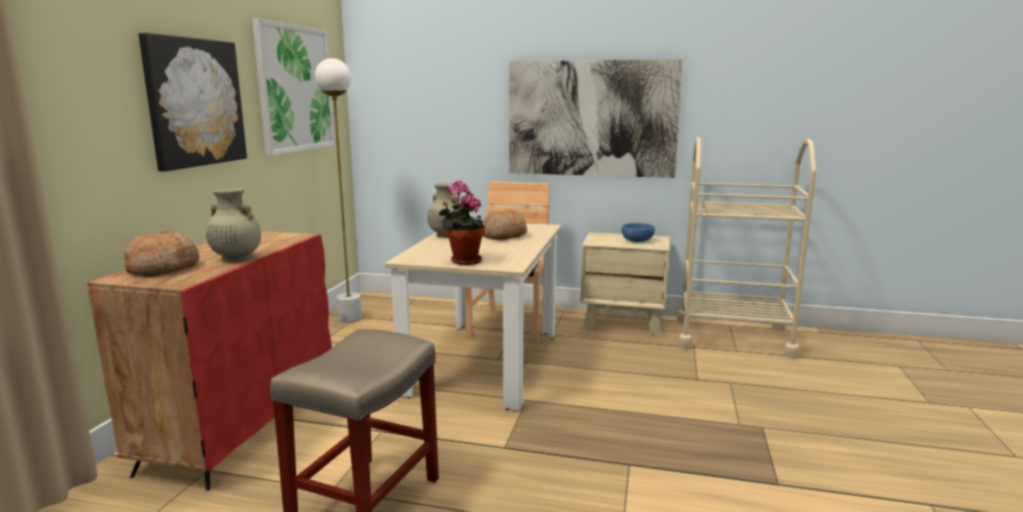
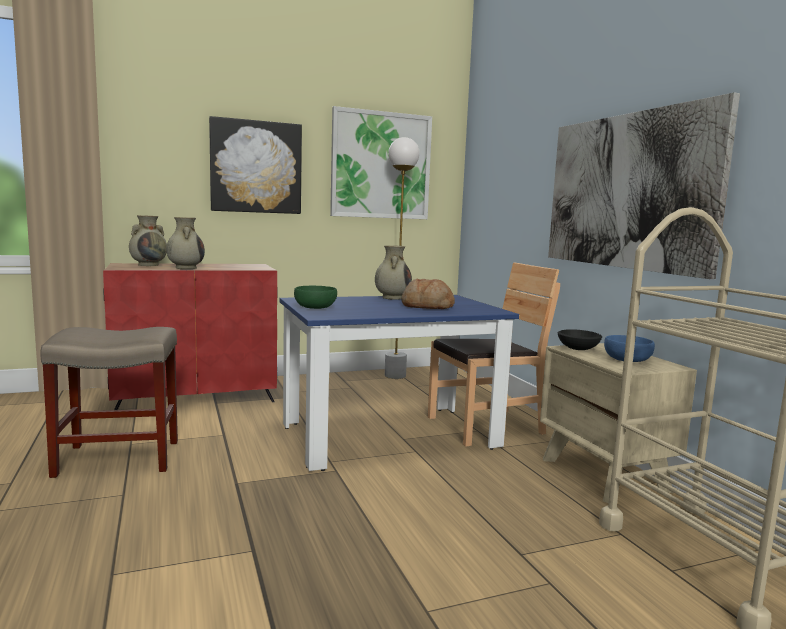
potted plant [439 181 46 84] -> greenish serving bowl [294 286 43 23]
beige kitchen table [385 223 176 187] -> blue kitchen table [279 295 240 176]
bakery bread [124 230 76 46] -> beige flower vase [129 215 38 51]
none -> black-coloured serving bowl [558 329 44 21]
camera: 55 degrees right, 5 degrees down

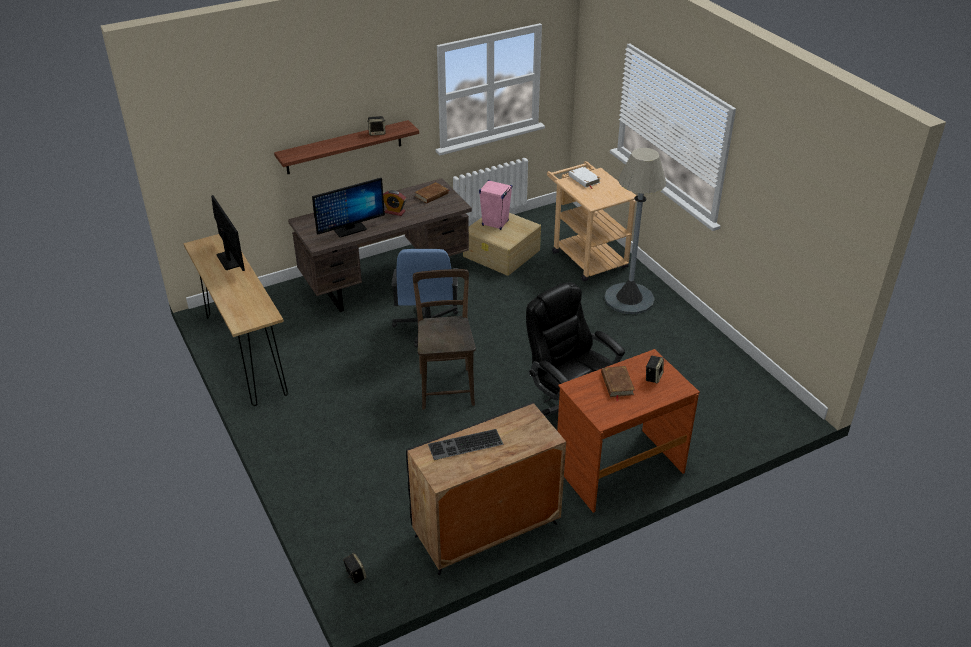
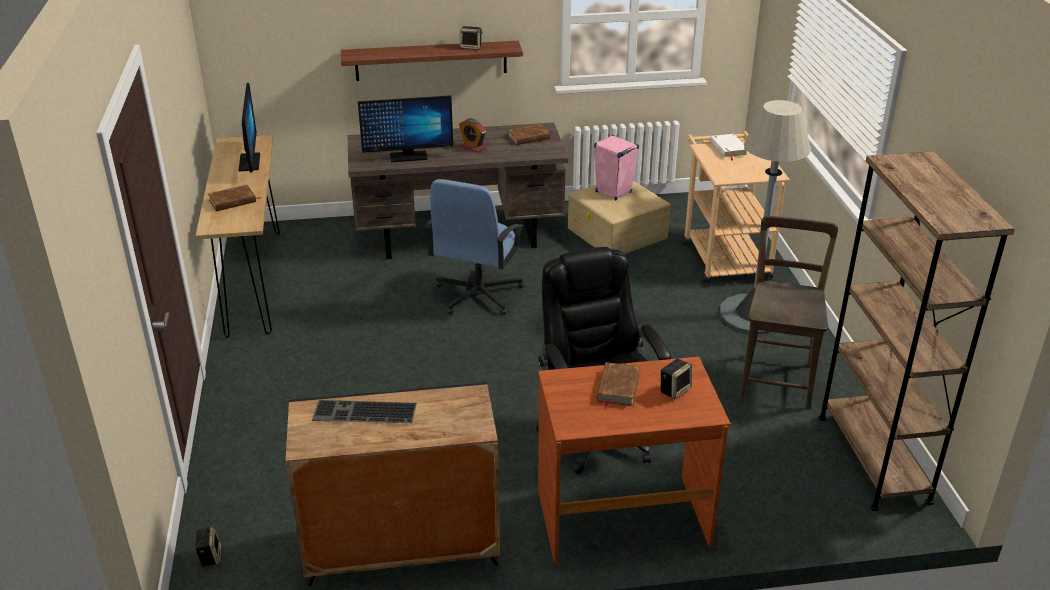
brown-coloured upright chair [413 269 63 141] -> brown-coloured upright chair [739 216 99 193], relocated
none -> brown-coloured bookcase [819 151 196 360]
none -> brown-coloured book [208 185 53 26]
camera: 20 degrees right, 5 degrees down

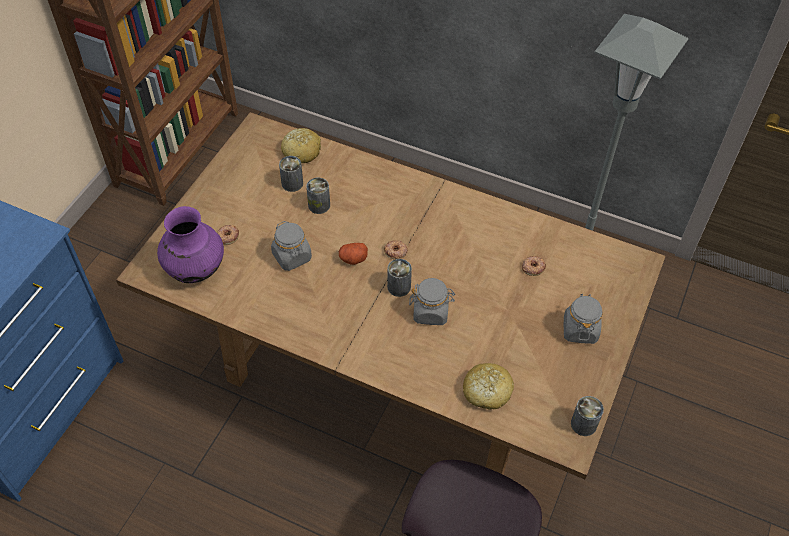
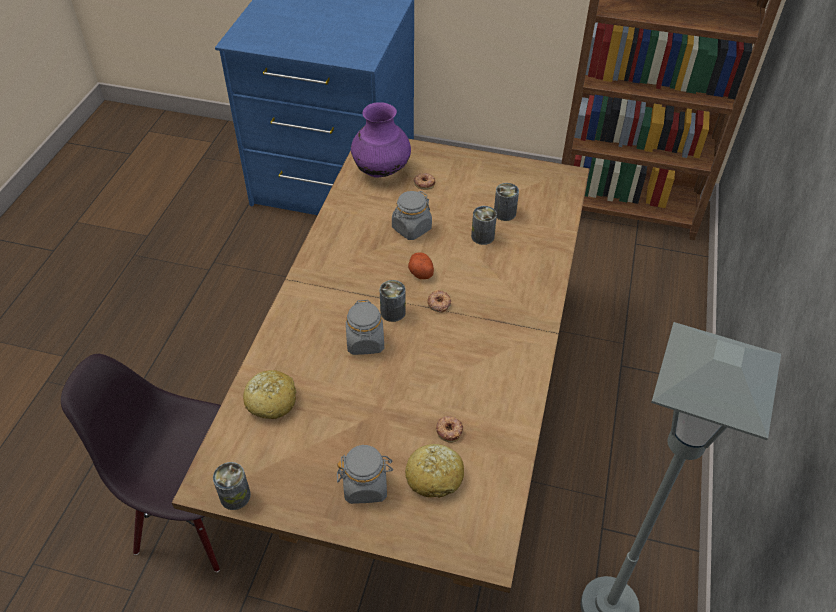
bakery bread [281 128 40 35] -> bakery bread [405 444 59 54], relocated
camera: 80 degrees right, 5 degrees down

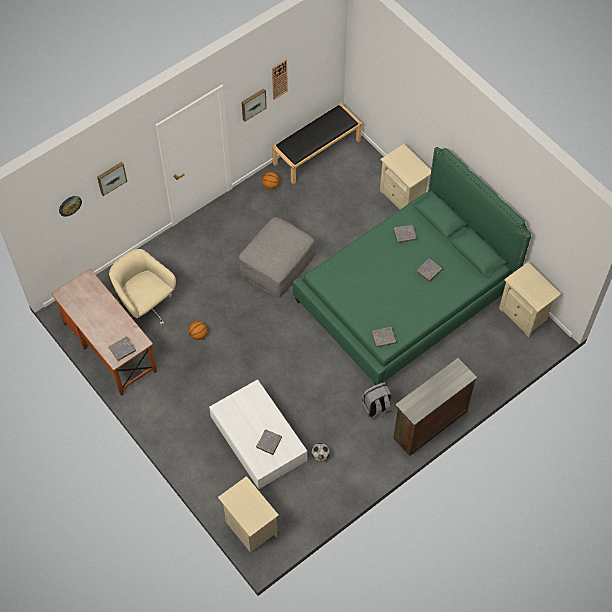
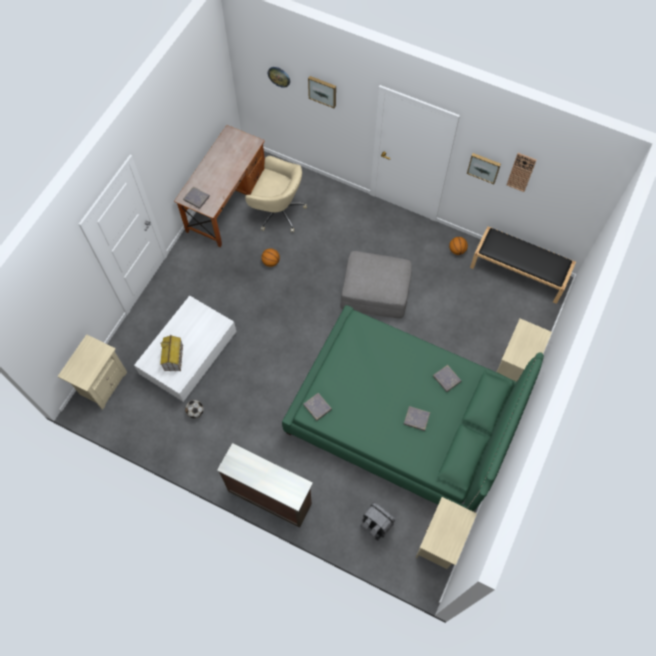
beige office chair [109 249 67 77] -> beige office chair [245 156 62 76], 90 degrees clockwise
greyish backpack [362 382 30 37] -> greyish backpack [360 502 35 39], relocated
greyish book [256 429 26 26] -> model house [160 335 23 36]
camera: 65 degrees right, 5 degrees up

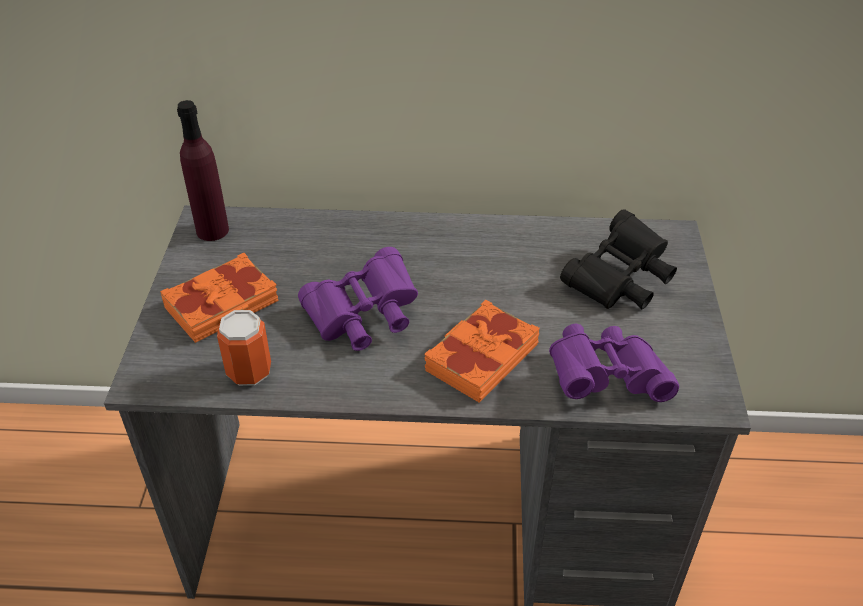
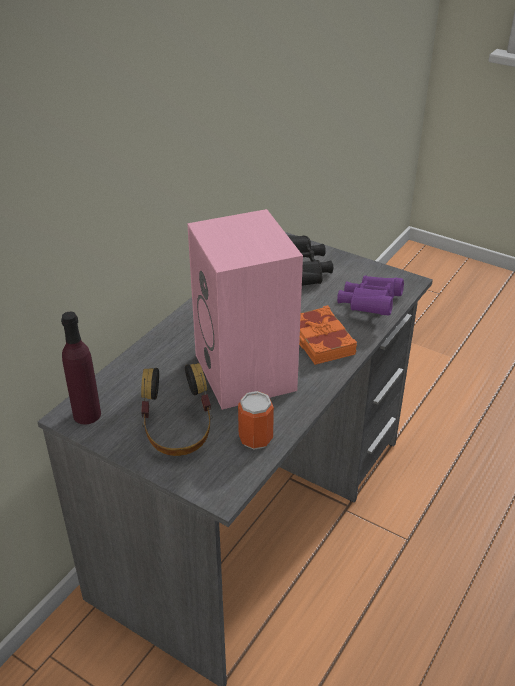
purple pair of binoculars [298 247 120 104] -> pinkish loudspeaker [187 209 116 201]
orangey book [160 253 119 90] -> pair of headphones [141 363 71 93]
camera: 60 degrees left, 5 degrees down

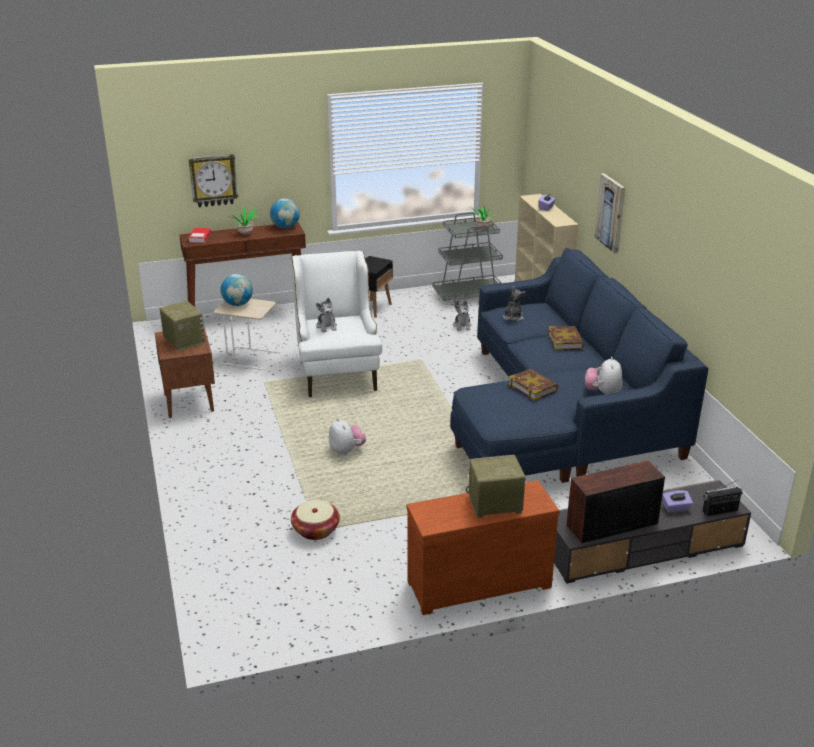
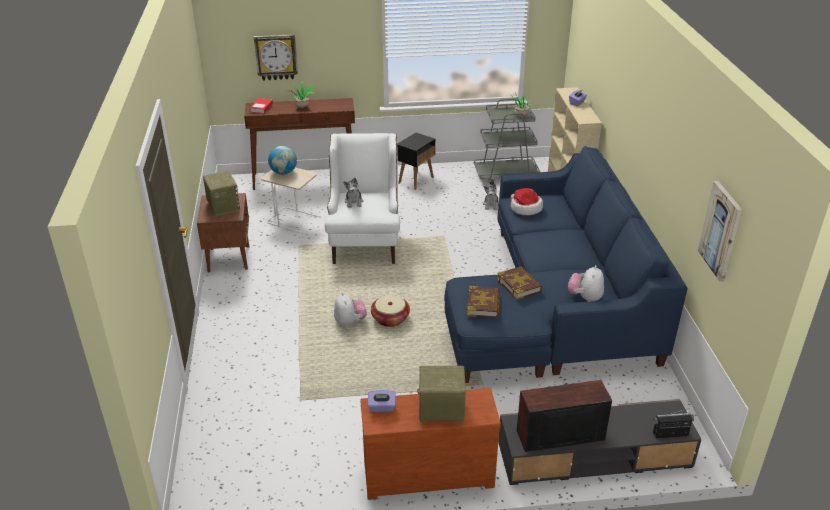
wall picture [594 173 31 81] -> wall picture [698 181 45 101], relocated
desk globe [270 198 30 31] -> none
soft toy [503 286 23 35] -> wearable hat [511 188 32 27]
book [548 326 36 24] -> book [467 286 33 32], relocated
purple tissue box [662 490 31 23] -> purple tissue box [368 390 28 22], relocated
basket [291 500 49 40] -> basket [371 295 39 32], relocated
camera: 10 degrees right, 5 degrees up

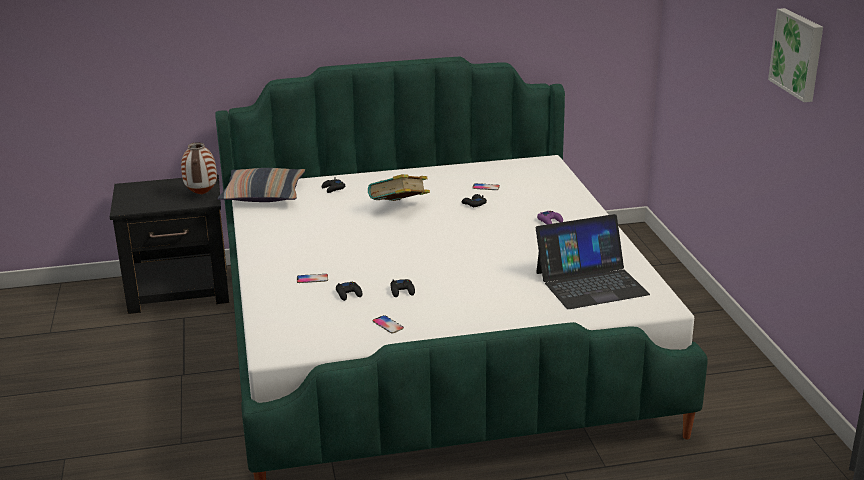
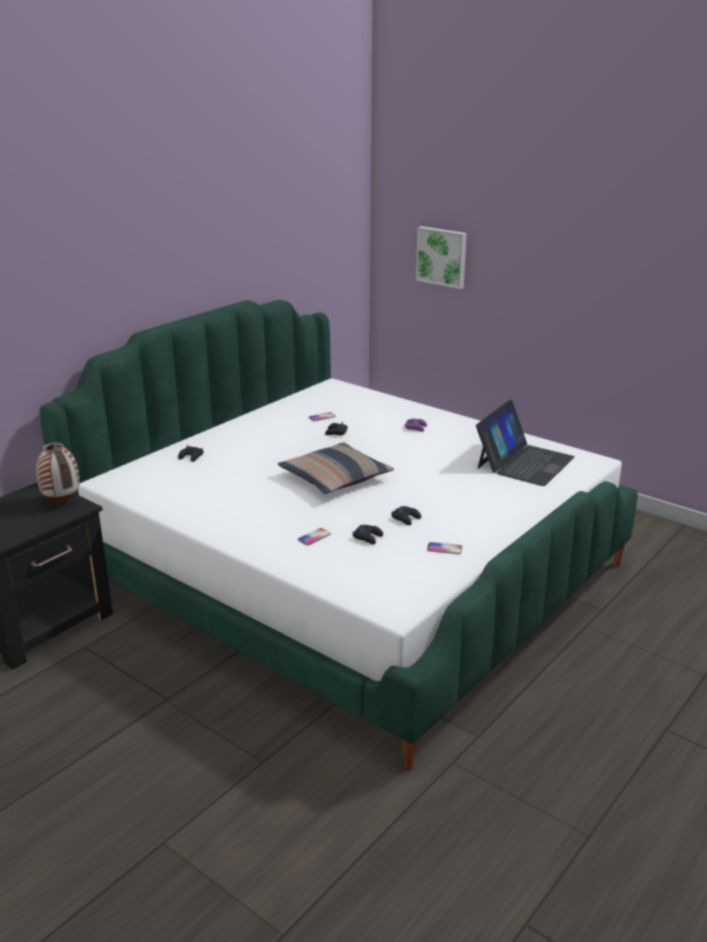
wall picture [768 8 55 94] -> wall picture [416 226 51 63], relocated
pillow [217 168 88 34] -> pillow [278 442 116 52], relocated
book [368 174 62 27] -> none
camera: 40 degrees left, 0 degrees up

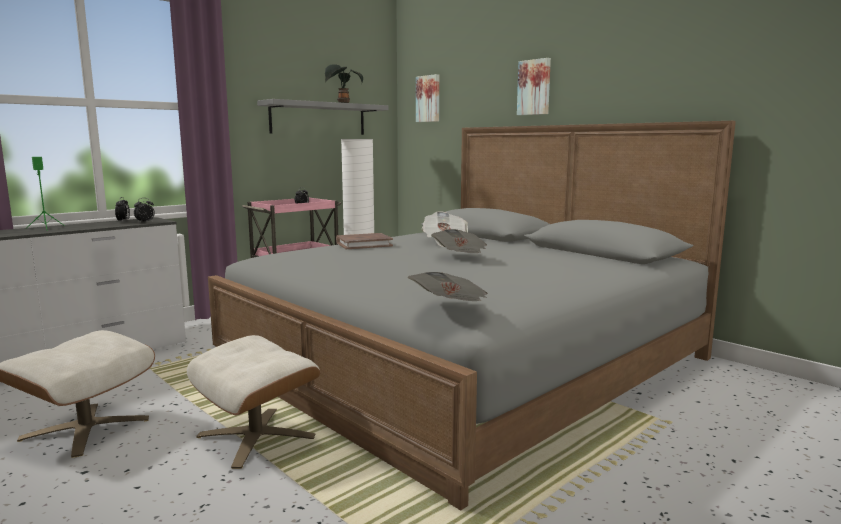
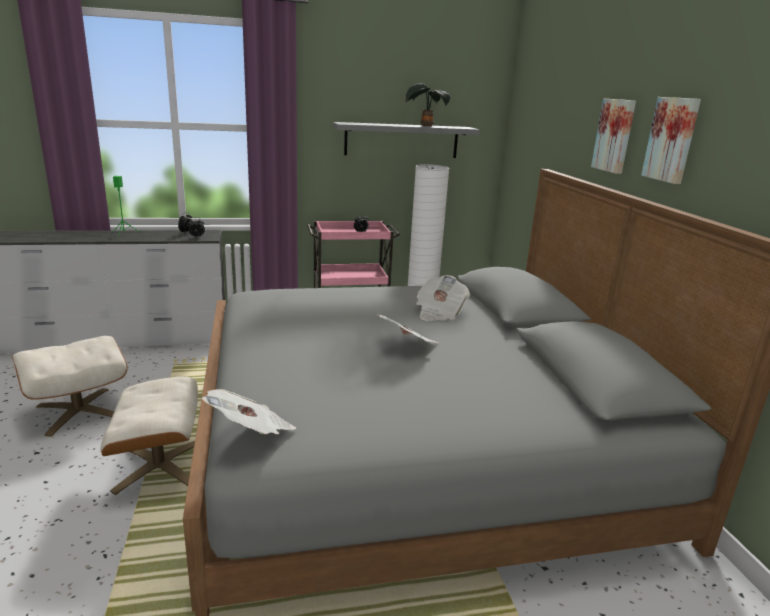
wall picture [416 74 23 48] -> wall picture [641 97 60 87], relocated
brown-coloured book [336 233 57 16] -> none
camera: 30 degrees right, 10 degrees up

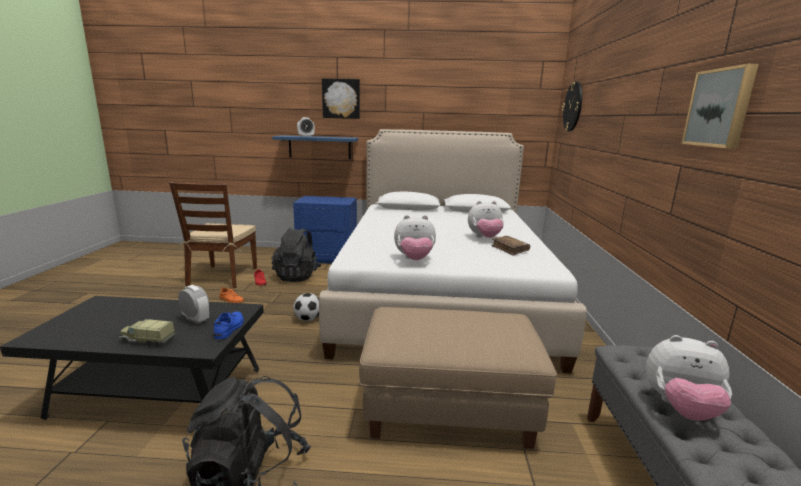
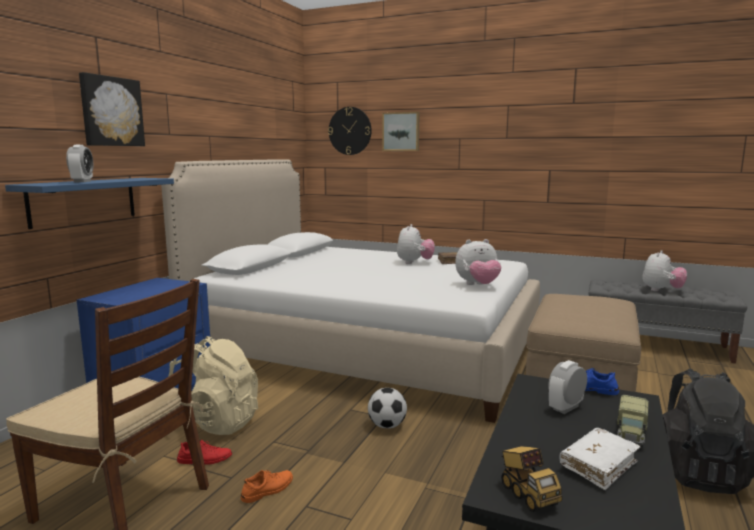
wall picture [681 64 77 85] -> wall picture [382 112 38 39], relocated
soft toy [394 215 42 45] -> soft toy [455 239 46 46], 60 degrees clockwise
black-coloured backpack [271 228 50 54] -> beige backpack [168 336 90 99]
none -> whitish book [559 428 81 62]
none -> toy truck [501 446 61 66]
camera: 70 degrees left, 5 degrees down

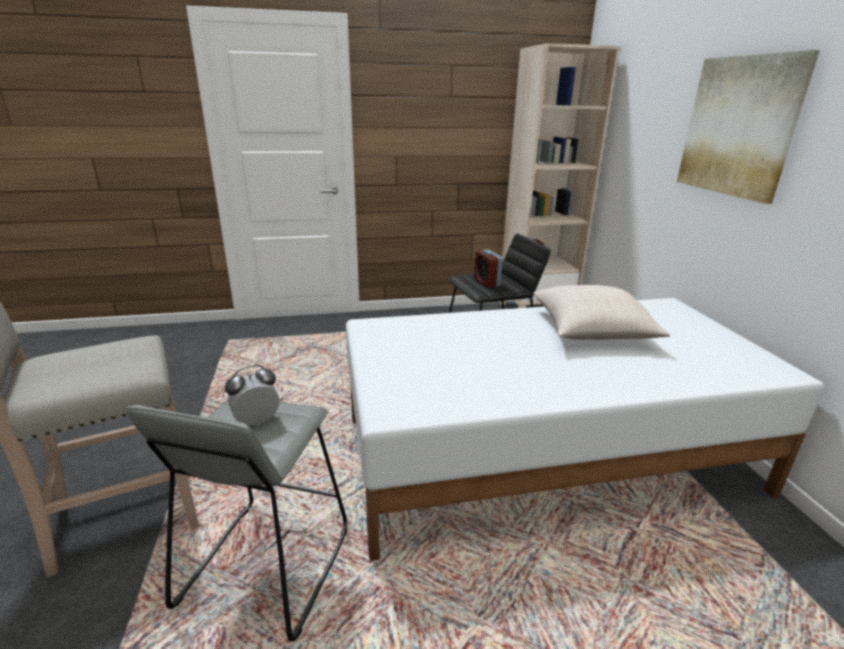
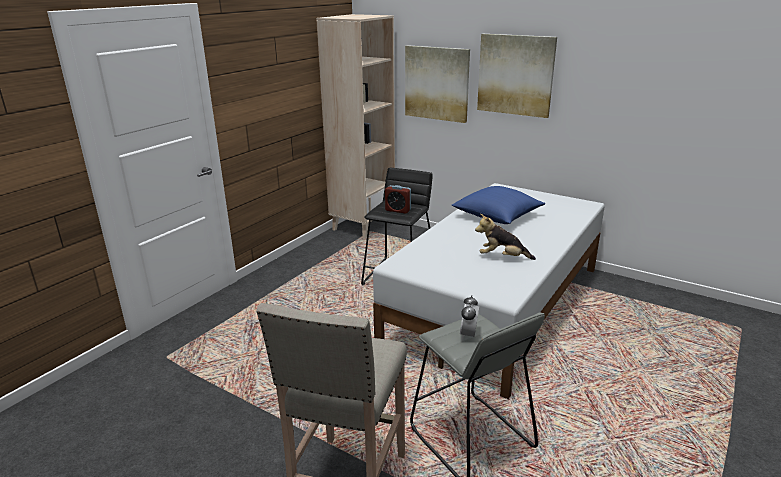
beige pillow [533 285 137 55] -> blue pillow [451 186 94 38]
none -> wall picture [405 45 65 78]
none -> soft toy [475 214 61 46]
camera: 45 degrees left, 0 degrees up

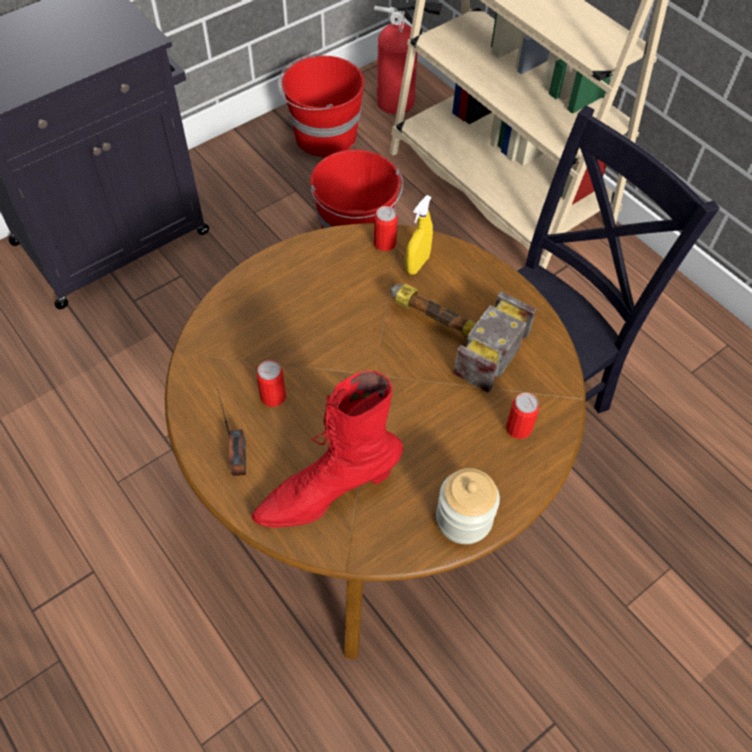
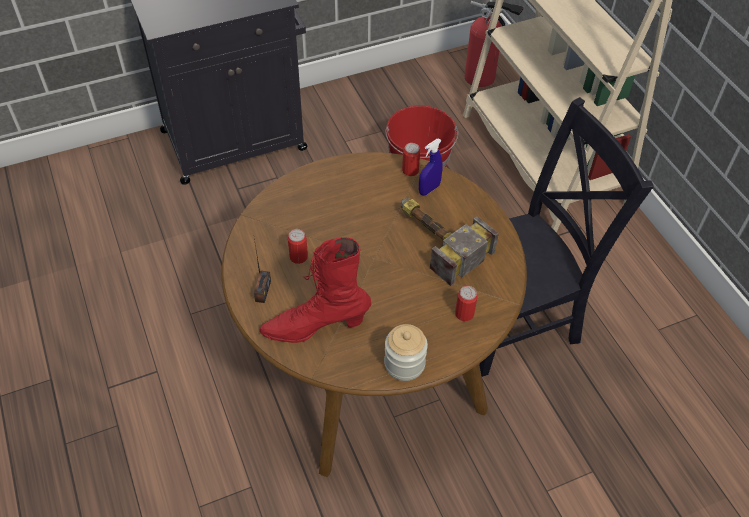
reddish bucket [278 53 86 104] -> none
yellowish spray bottle [405 195 28 80] -> blue spray bottle [419 139 24 57]
camera: 15 degrees right, 5 degrees down

